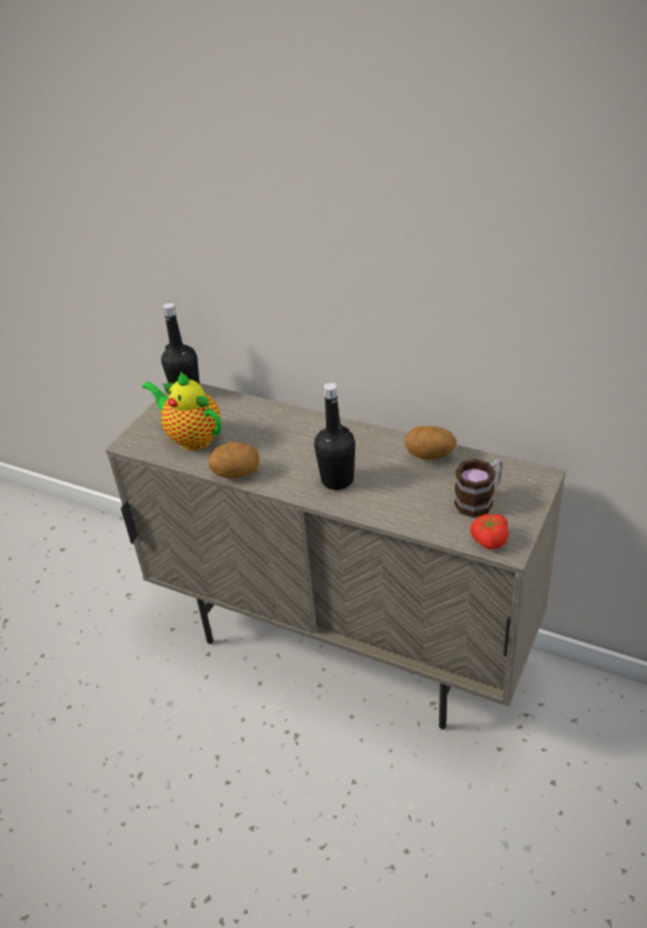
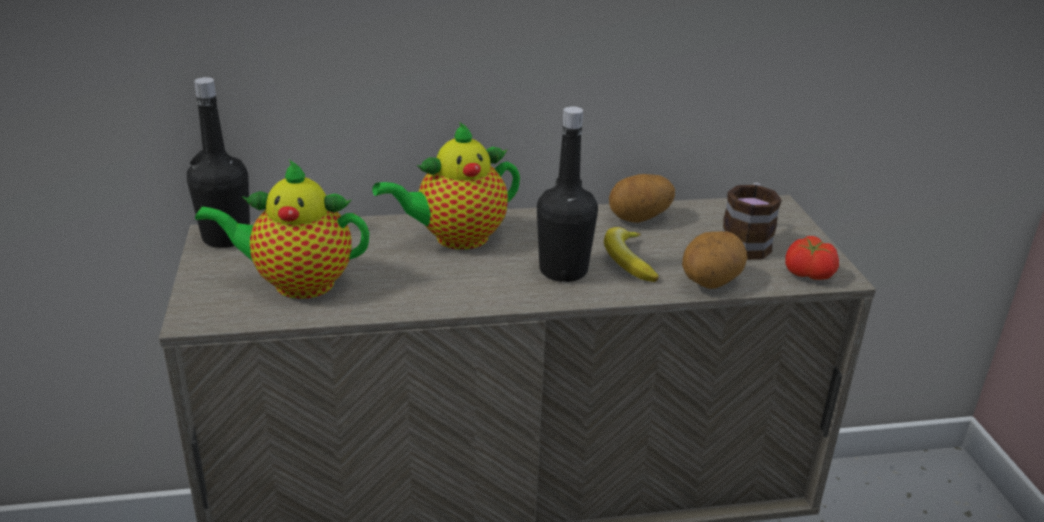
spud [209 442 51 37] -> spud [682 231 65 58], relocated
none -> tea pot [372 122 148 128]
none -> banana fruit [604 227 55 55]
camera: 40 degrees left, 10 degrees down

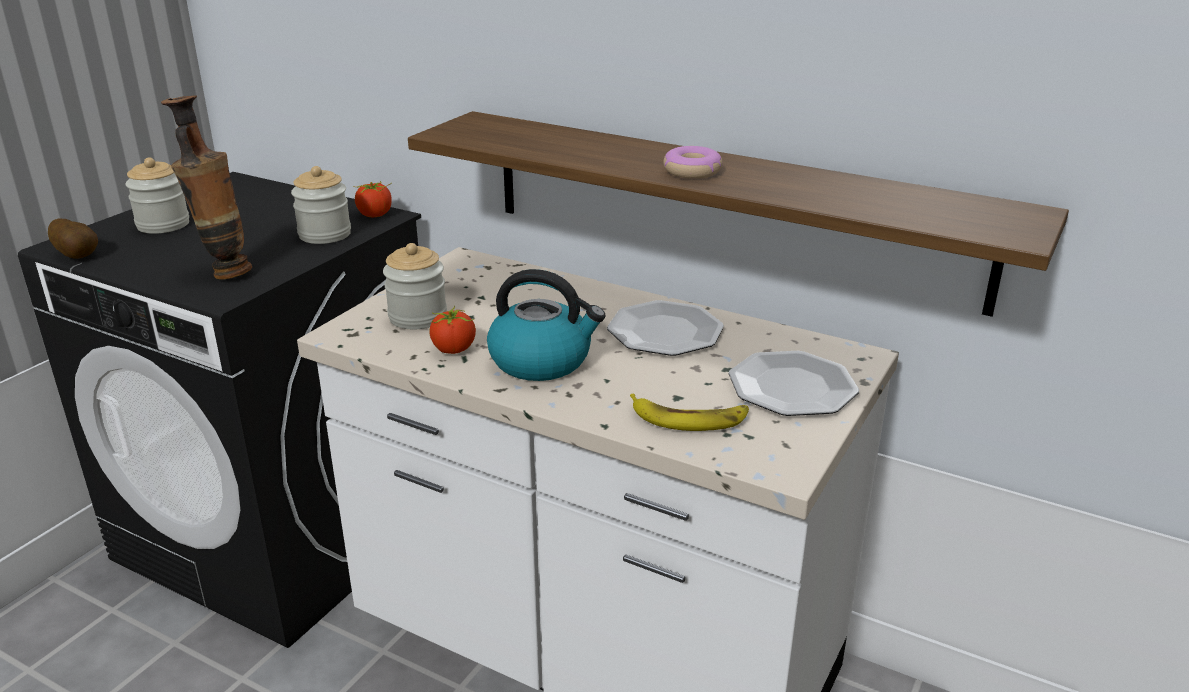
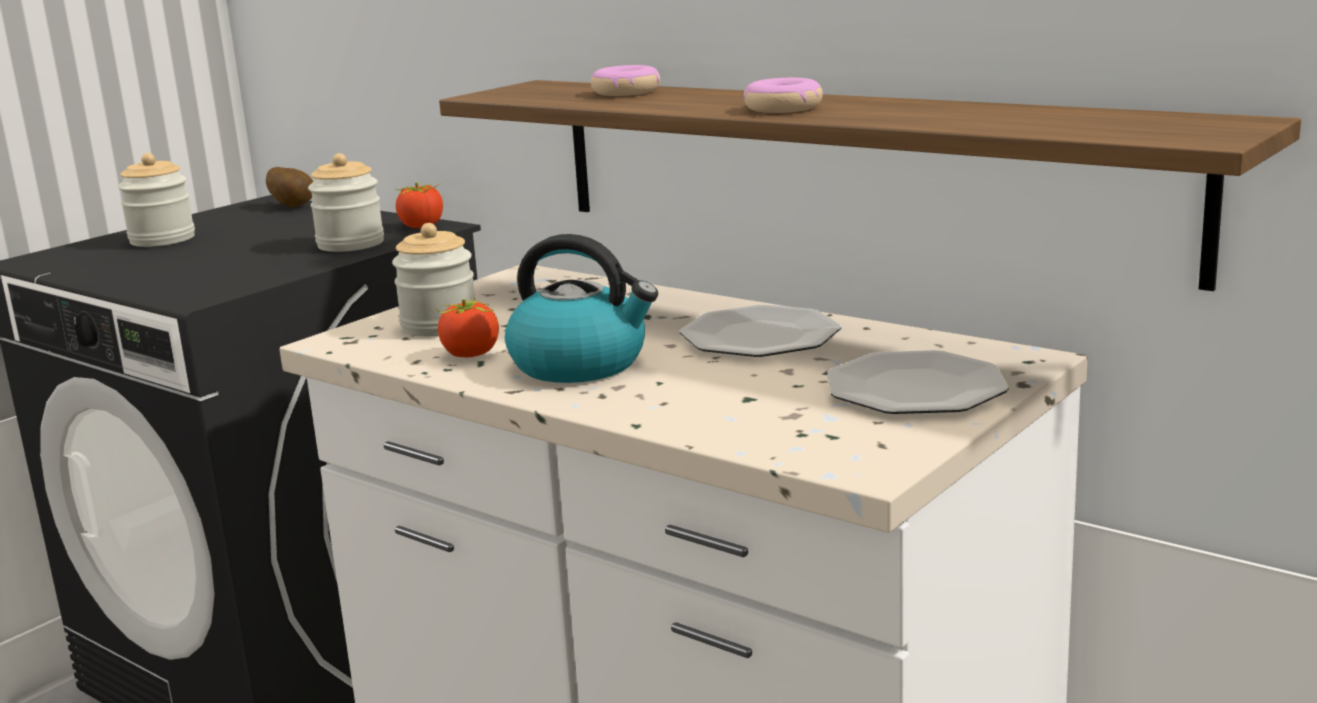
flower vase [161 95 91 185] -> none
spud [48 218 50 41] -> spud [266 167 47 40], relocated
banana fruit [630 394 119 37] -> none
none -> donut [590 65 70 31]
camera: 10 degrees right, 10 degrees down

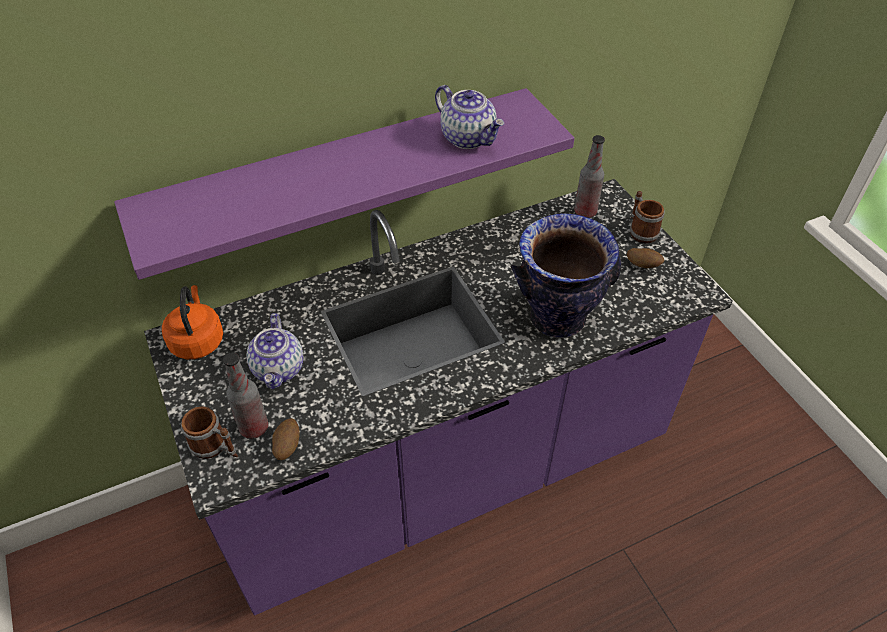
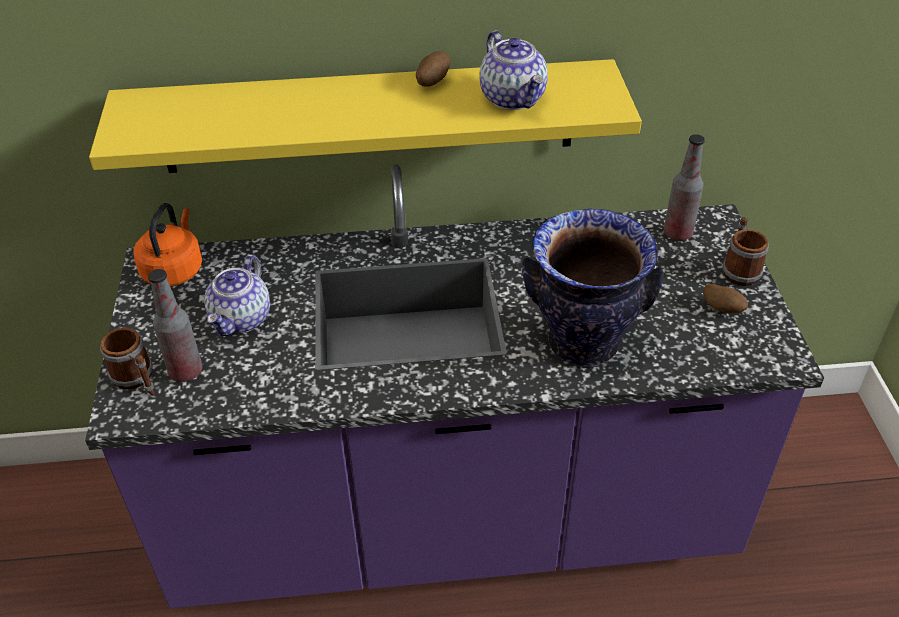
purple shelf [114 88 460 192] -> yellowish shelf [89 59 553 114]
spud [272 418 28 42] -> spud [416 51 34 36], relocated
camera: 20 degrees right, 5 degrees down

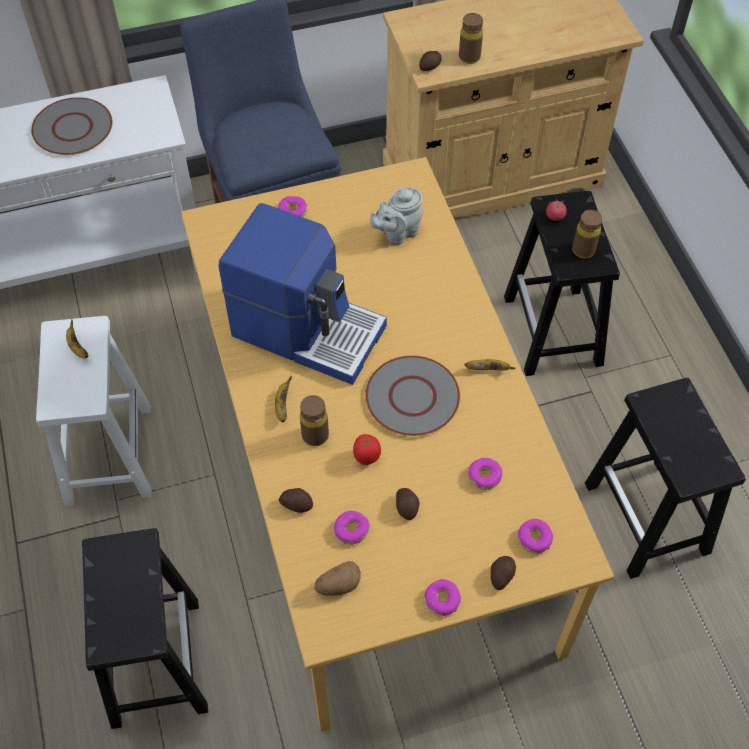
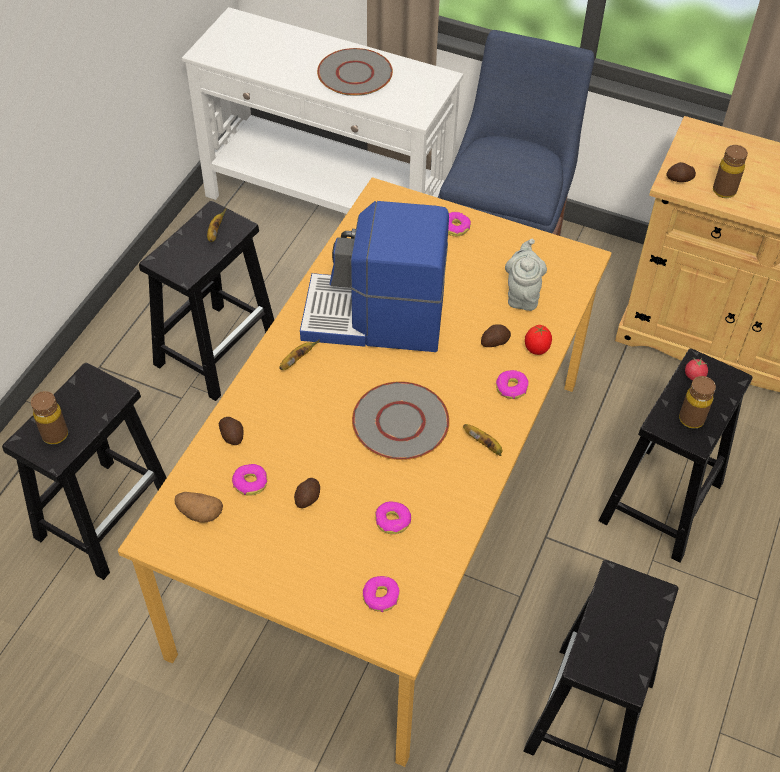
greyish tea pot [370 187 53 58] -> greyish tea pot [505 239 42 72], 90 degrees clockwise
coffee brewer [219 203 168 182] -> coffee brewer [300 201 149 151], 120 degrees clockwise
whitish stool seat [36 316 116 190] -> black-coloured stool seat [139 201 135 200]
brown-coloured beverage bottle [300 395 29 51] -> brown-coloured beverage bottle [31 391 37 53], relocated
fresh tomato [353 434 28 31] -> fresh tomato [525 325 27 30], relocated
spud [491 556 25 34] -> spud [481 324 30 23], relocated
donut [424 579 37 37] -> donut [496 370 33 29], relocated
camera: 40 degrees right, 5 degrees down

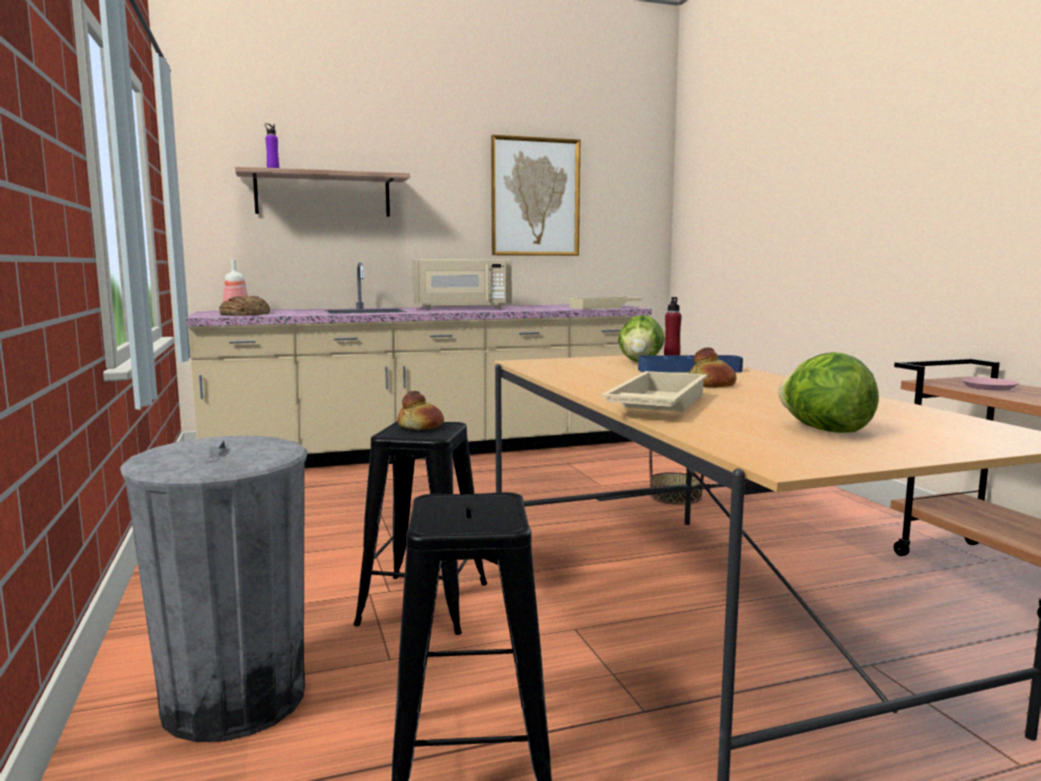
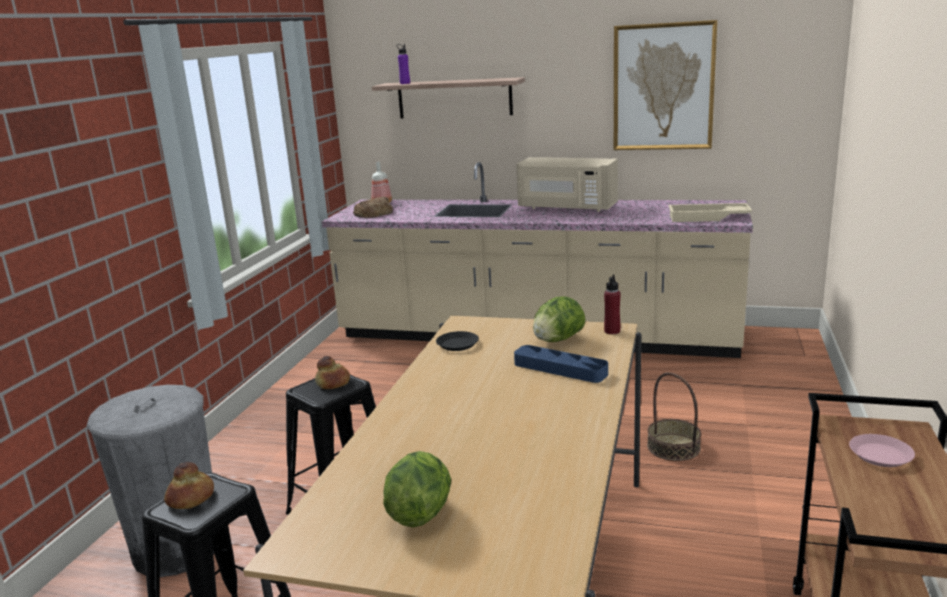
bakery bread [689 347 47 41] -> bakery bread [164 462 50 47], relocated
beige tray [601 371 106 41] -> none
none -> black-coloured dinner plate [436 331 43 20]
camera: 35 degrees right, 10 degrees up

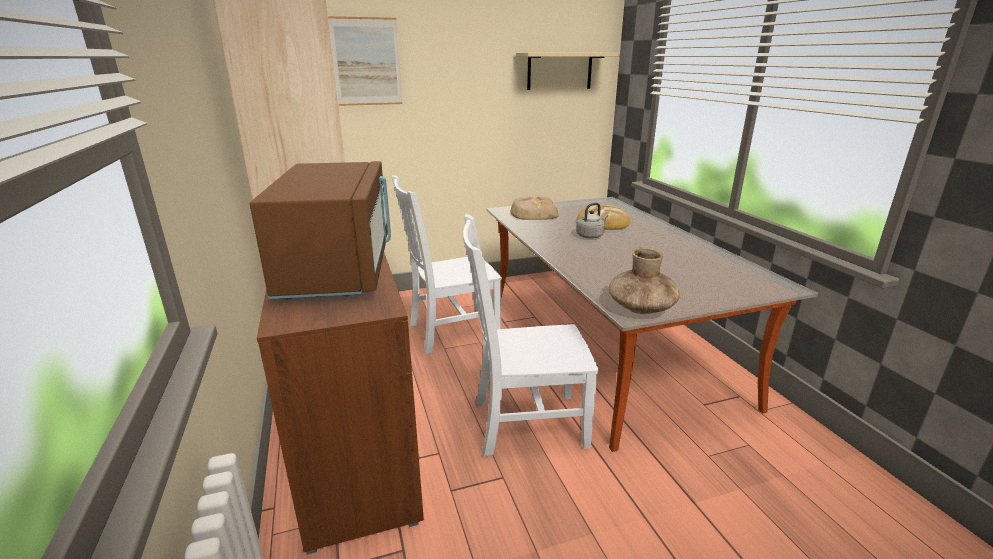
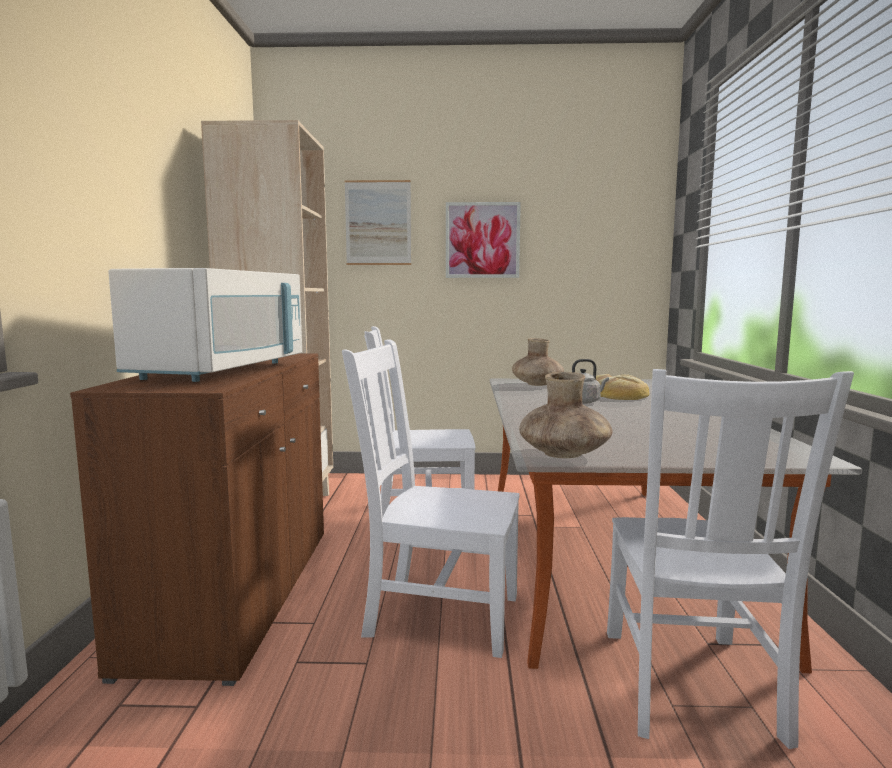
beige shelf [516 52 104 38] -> none
brown-coloured kitchen microwave [250 161 141 139] -> whitish kitchen microwave [108 268 194 114]
bakery bread [511 197 48 23] -> brown-coloured flower vase [512 338 52 48]
none -> wall picture [446 202 75 76]
none -> whitish upright chair [607 369 247 380]
camera: 20 degrees right, 15 degrees down

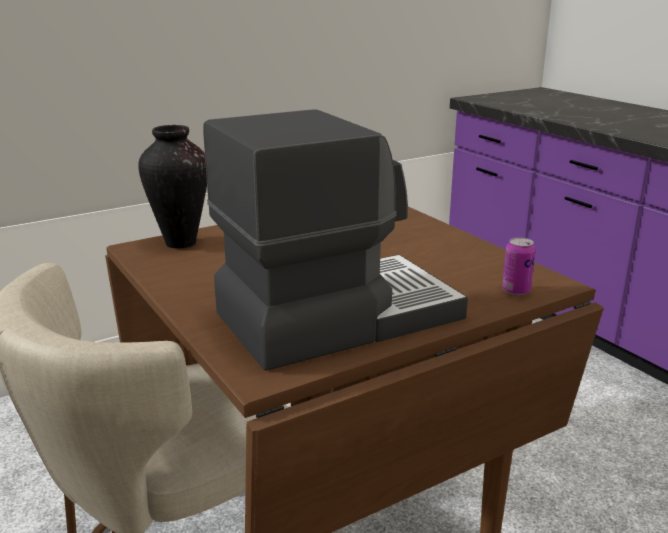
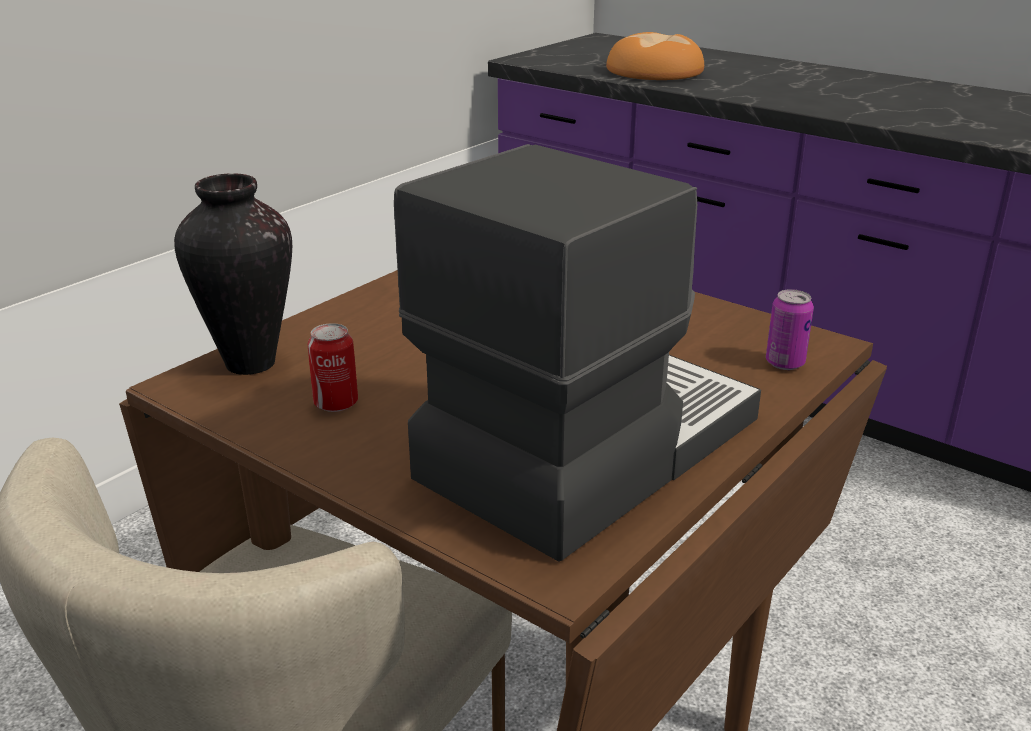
none -> bakery bread [606 32 98 48]
none -> sealed can [308 323 50 89]
camera: 20 degrees left, 5 degrees up

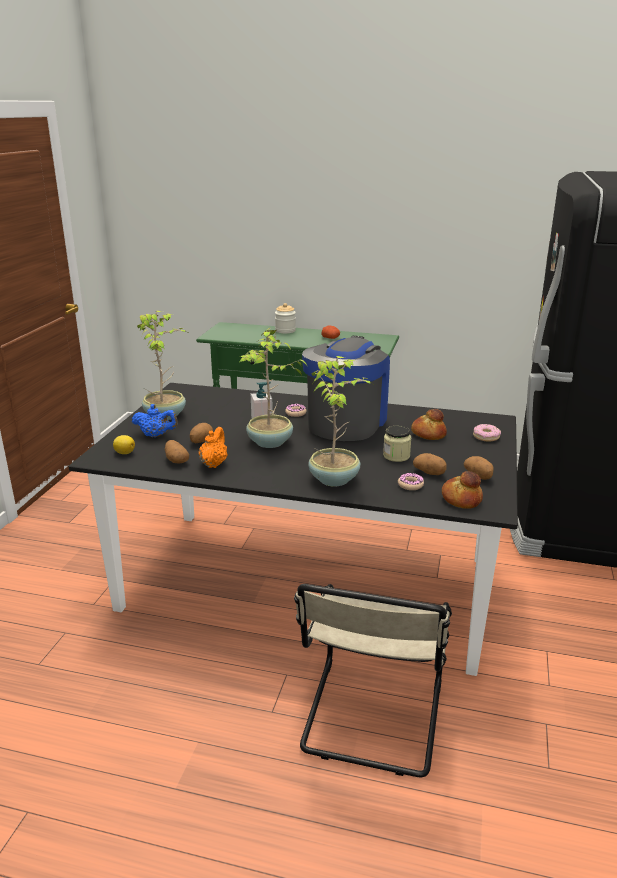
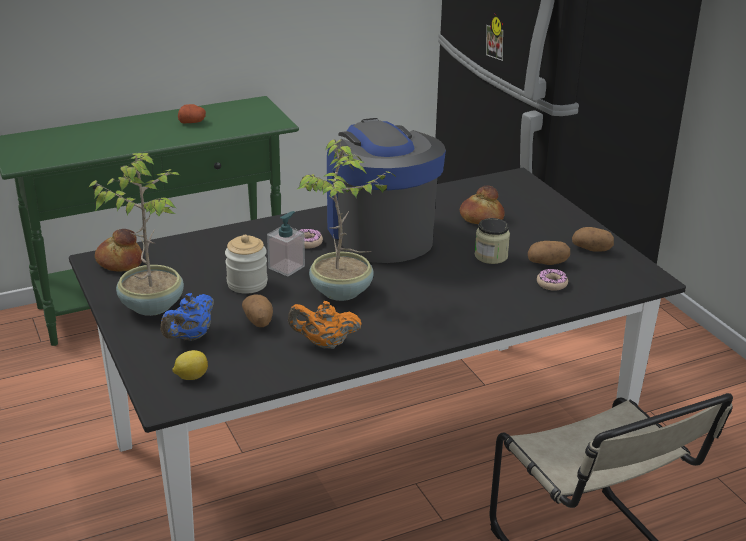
storage jar [275 303 21 30] -> storage jar [225 235 43 59], relocated
potted plant [308 356 65 131] -> none
blue tea pot [132 404 46 33] -> blue tea pot [161 293 53 48], 150 degrees clockwise
donut [473 424 28 18] -> none
orangey tea pot [199 427 29 41] -> orangey tea pot [288 301 74 48], 60 degrees counterclockwise
spud [165 440 24 23] -> none
bakery bread [442 471 41 37] -> bakery bread [95 229 47 42], relocated
camera: 40 degrees left, 5 degrees up

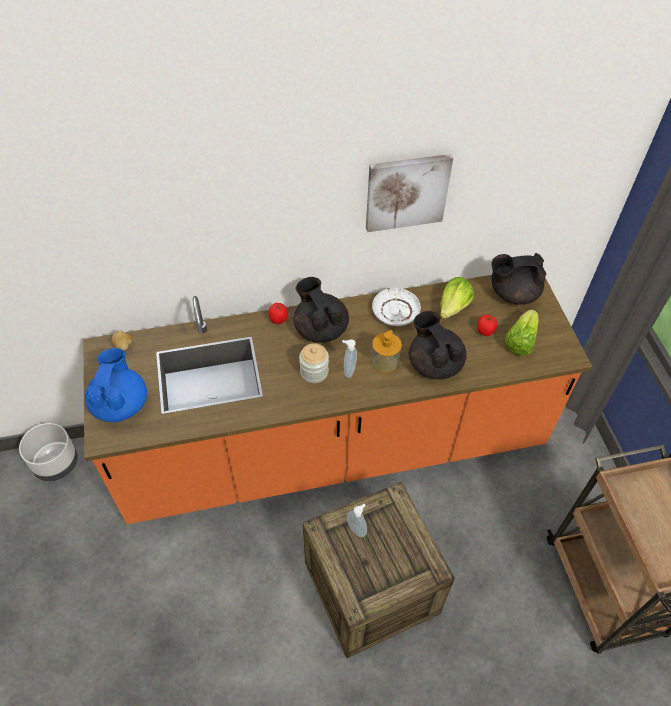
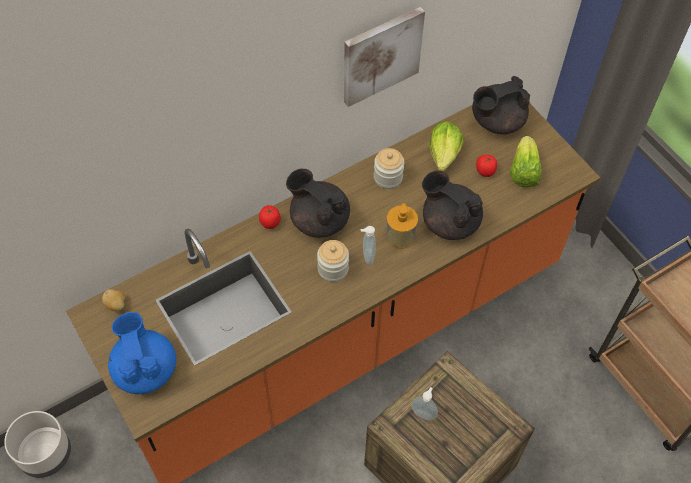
whitish dinner plate [372 288 49 38] -> storage jar [374 148 30 41]
camera: 20 degrees left, 5 degrees up

